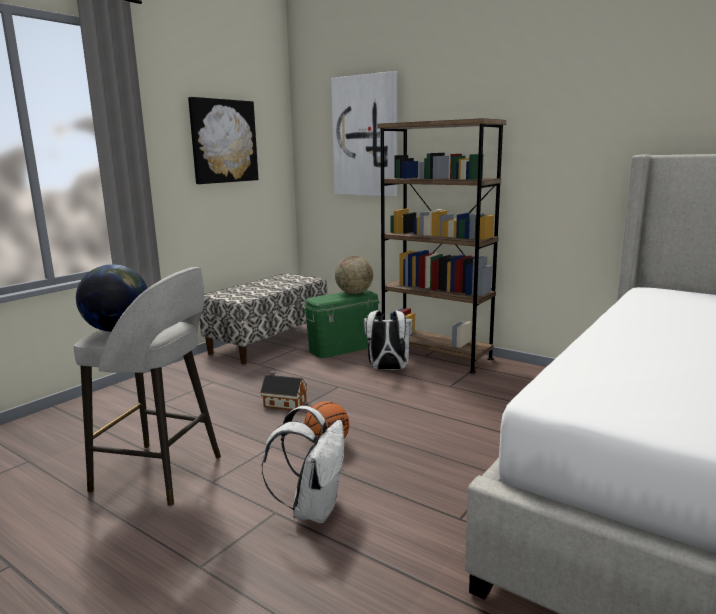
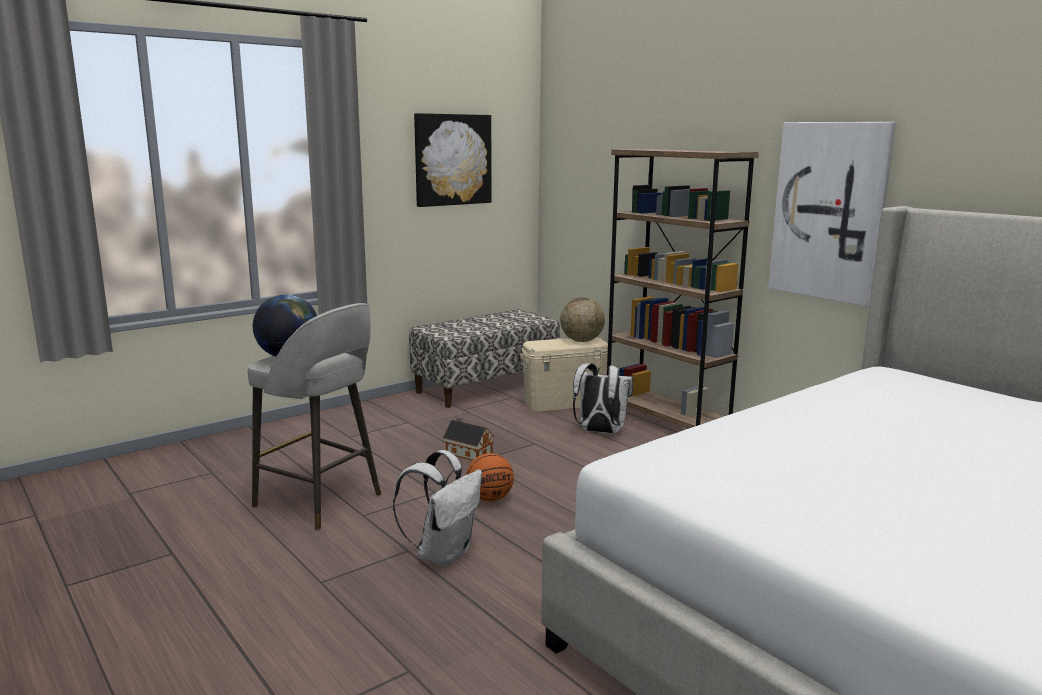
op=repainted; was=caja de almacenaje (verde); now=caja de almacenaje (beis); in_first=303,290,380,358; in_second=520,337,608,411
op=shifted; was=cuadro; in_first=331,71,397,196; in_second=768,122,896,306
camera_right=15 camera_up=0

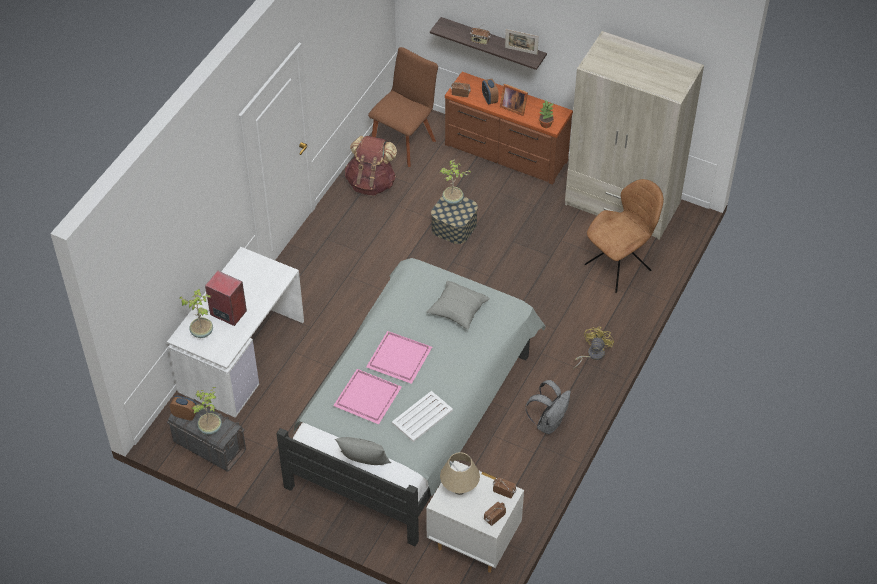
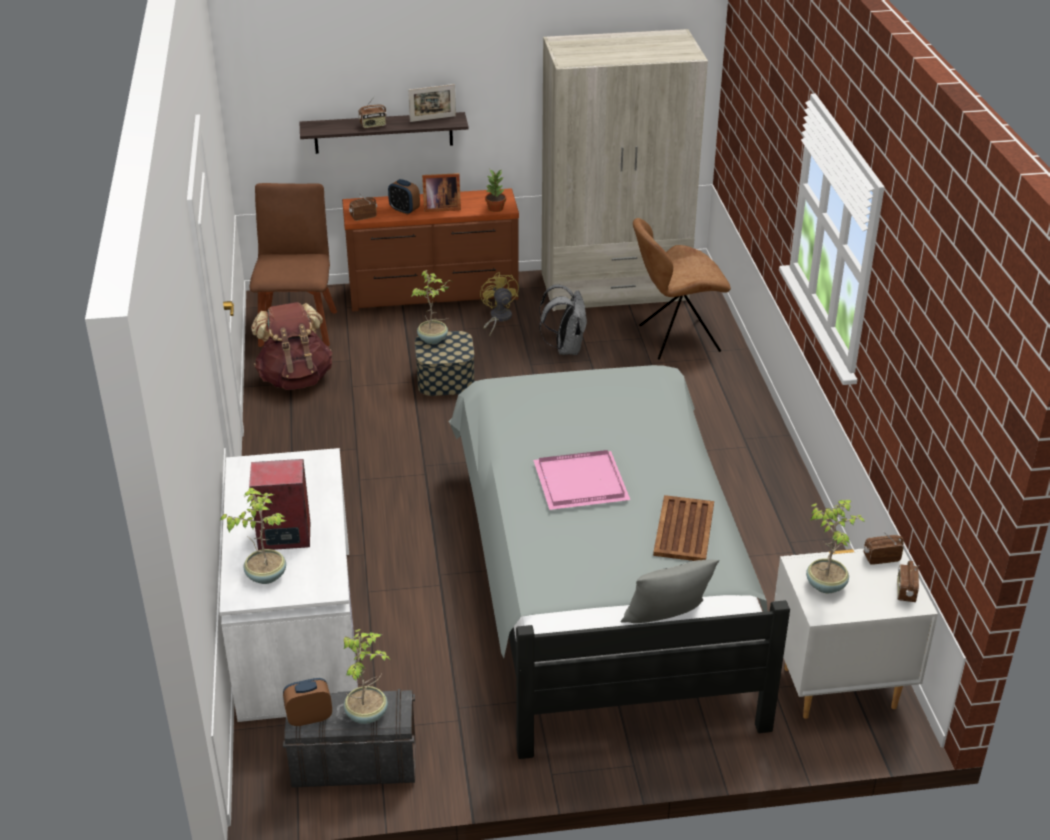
op=gone; was=bandeja (rosa); in_first=333,369,402,424
op=repainted; was=bandeja (blanco); now=bandeja (marrón); in_first=392,391,453,442; in_second=653,495,714,561
op=gone; was=cojín (gris); in_first=427,281,490,330
op=swapped; was=lámpara de mesa (beis); now=planta en maceta; in_first=440,452,480,495; in_second=806,500,865,593
op=shifted; was=mochila (gris); in_first=525,380,571,434; in_second=539,285,587,355
op=shifted; was=ventilador (amarillo); in_first=573,327,614,369; in_second=480,272,519,336
op=rotated; was=silla (marrón); in_first=585,179,664,293; in_second=633,218,731,360; clockwise=-120
camera_right=-35 camera_up=-15

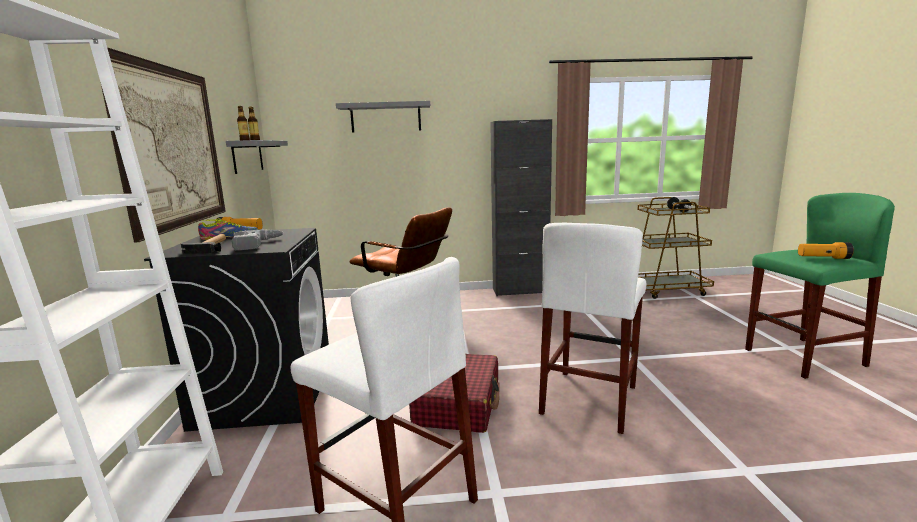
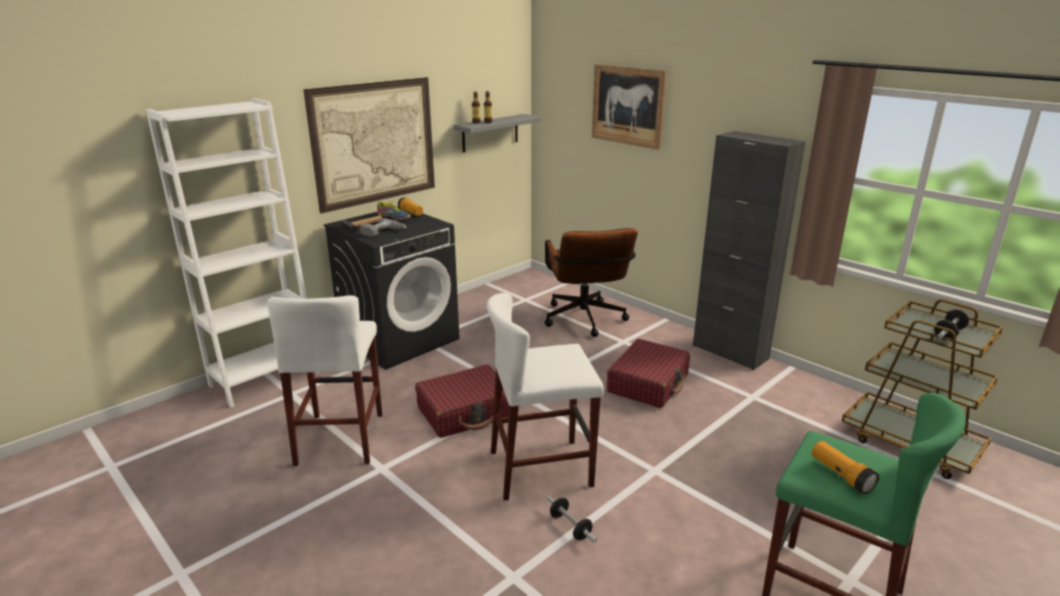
op=swapped; was=estante (gris); now=cuadro; in_first=336,101,430,133; in_second=592,64,667,150
op=new; now=mancuerna; in_second=547,496,597,543
op=new; now=maleta (rojo); in_second=607,339,690,408
camera_right=50 camera_up=10

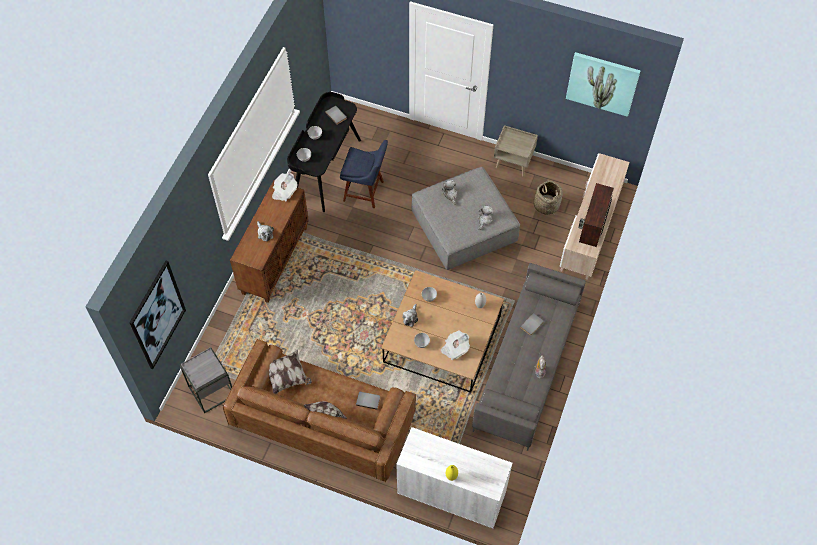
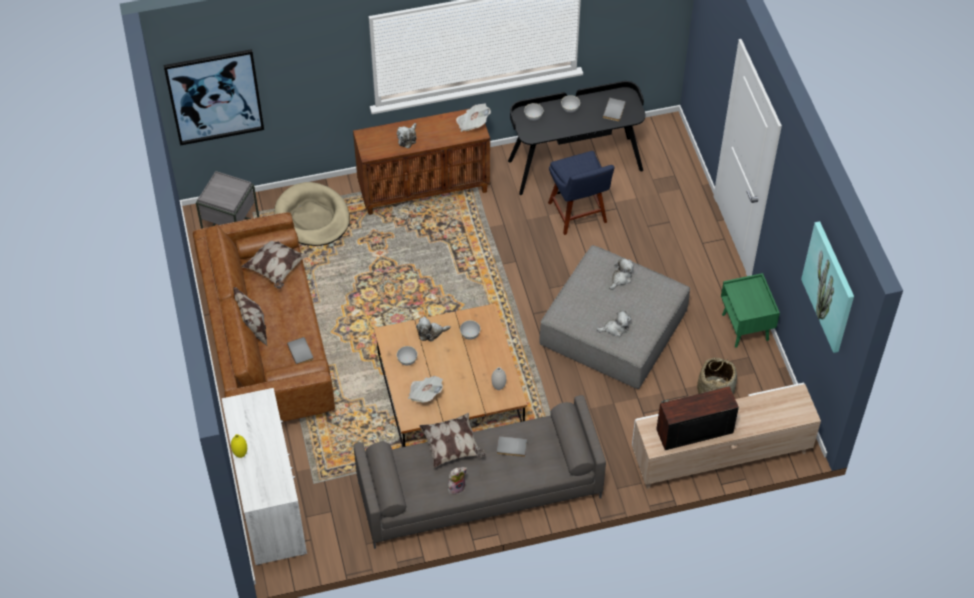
op=repainted; was=mesita de noche (beis); now=mesita de noche (verde); in_first=494,125,538,176; in_second=721,273,780,348
op=new; now=cama para perro (beis); in_second=274,182,350,246
op=new; now=cojín; in_second=419,413,485,468
camera_right=55 camera_up=-5

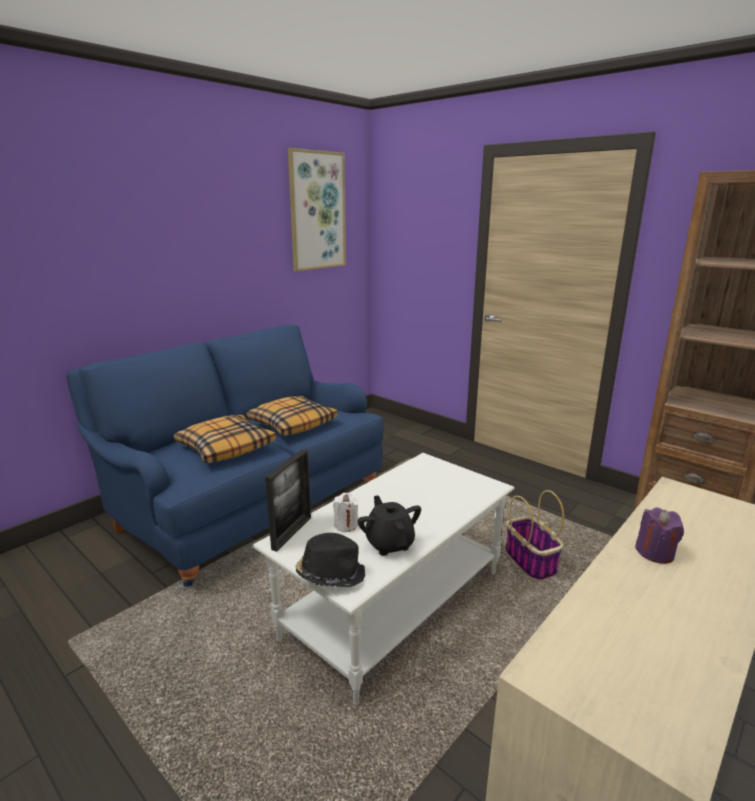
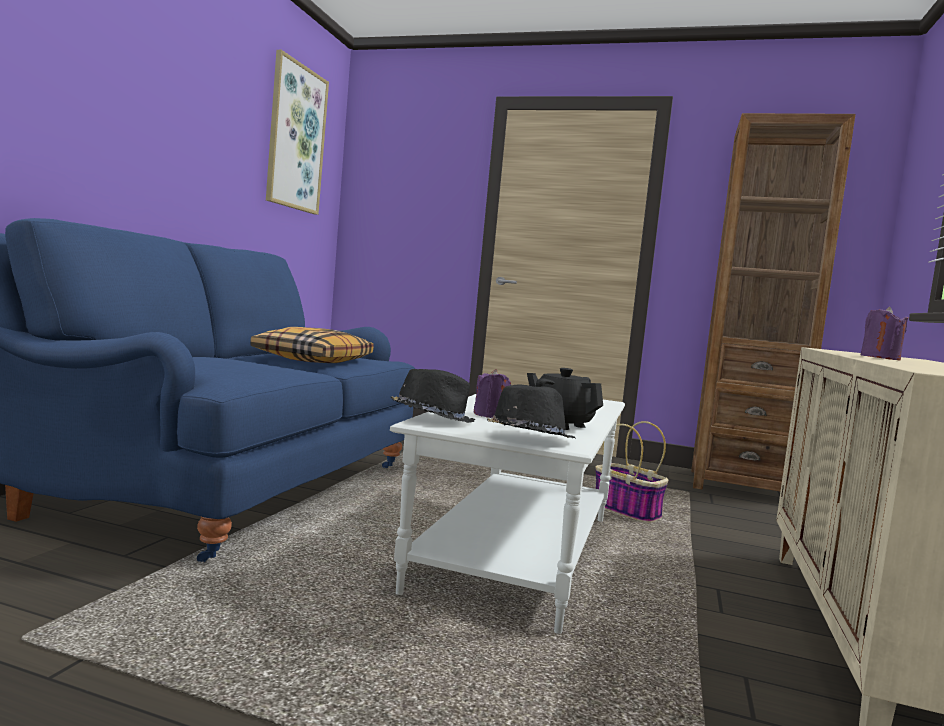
op=gone; was=cojín; in_first=174,414,276,463
op=swapped; was=portarretratos; now=sombrero (negro); in_first=265,449,311,552; in_second=390,369,476,423
op=repainted; was=vela (blanco); now=vela (morado); in_first=333,493,358,532; in_second=474,369,511,418
camera_right=-25 camera_up=-15

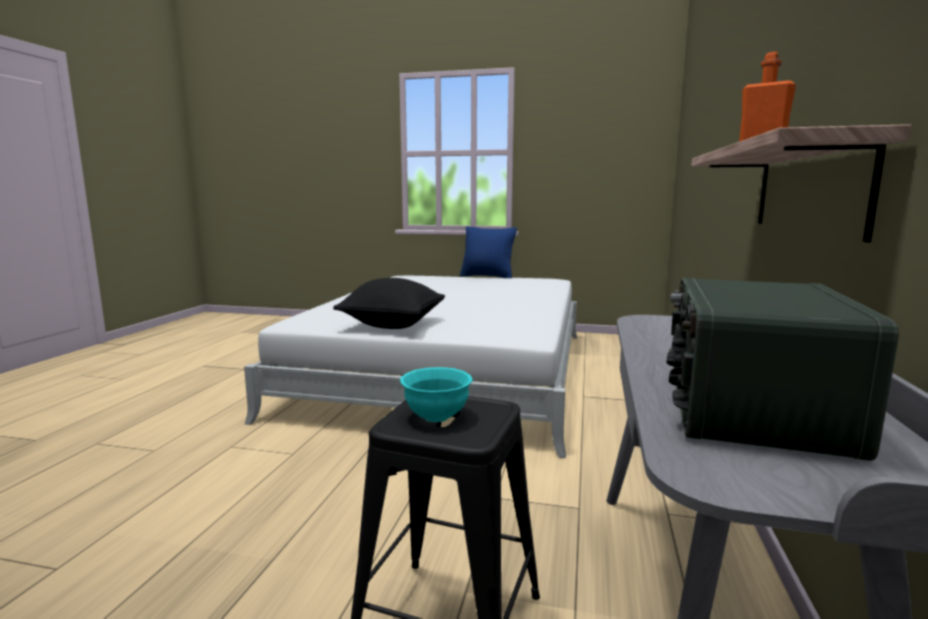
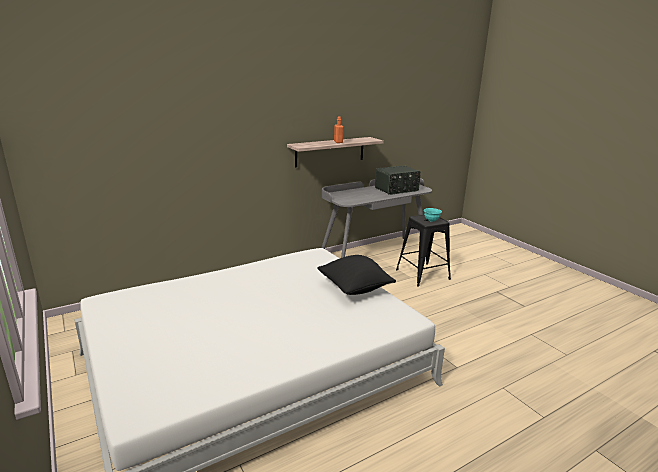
op=gone; was=cojín (azul); in_first=460,226,517,278
camera_right=-135 camera_up=10

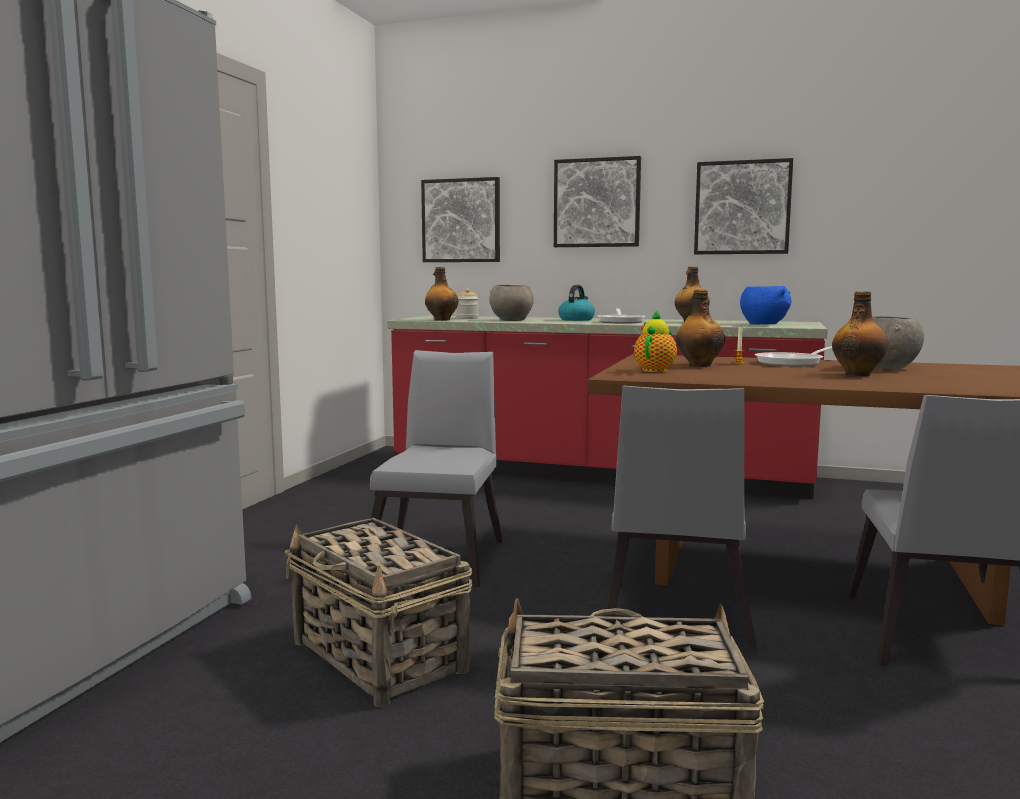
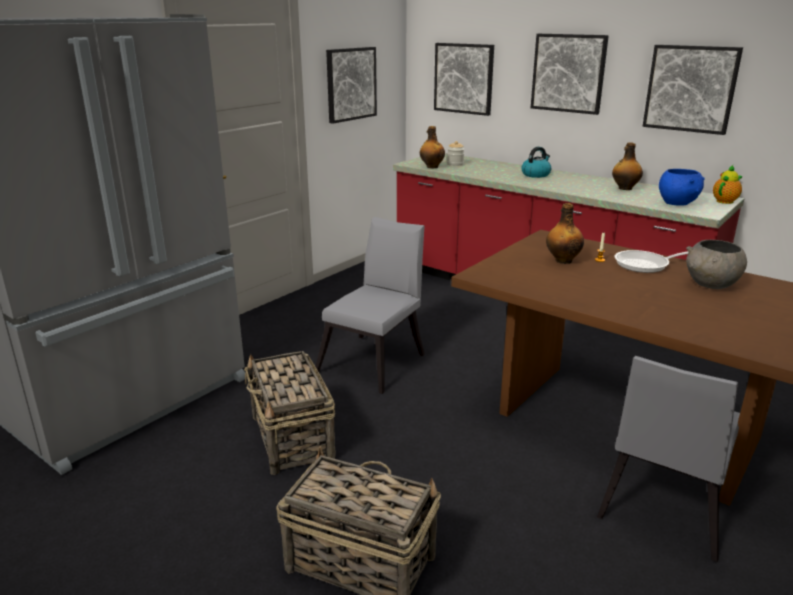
op=gone; was=cuenco (gris); in_first=489,285,534,321
op=gone; was=sartén; in_first=598,308,646,323
op=gone; was=silla (gris); in_first=606,386,757,648
op=shifted; was=tetera; in_first=634,309,677,372; in_second=713,165,742,204
op=gone; was=botella; in_first=832,291,888,376
op=new; now=cuadro; in_second=326,47,377,124
camera_right=20 camera_up=15

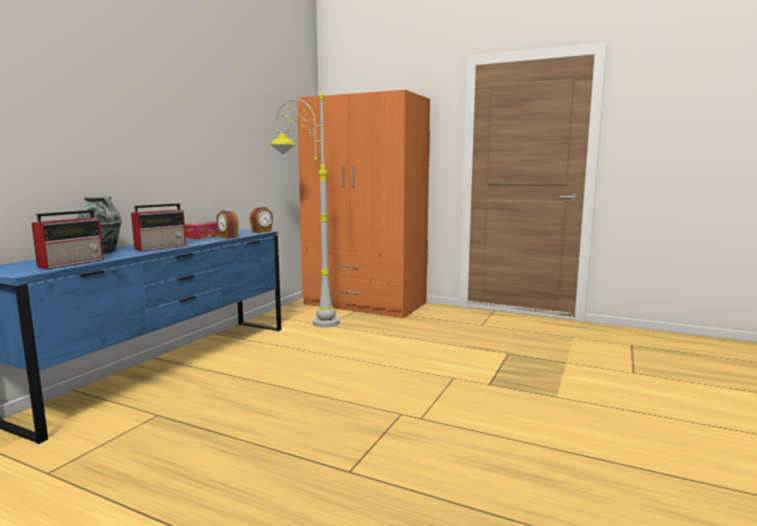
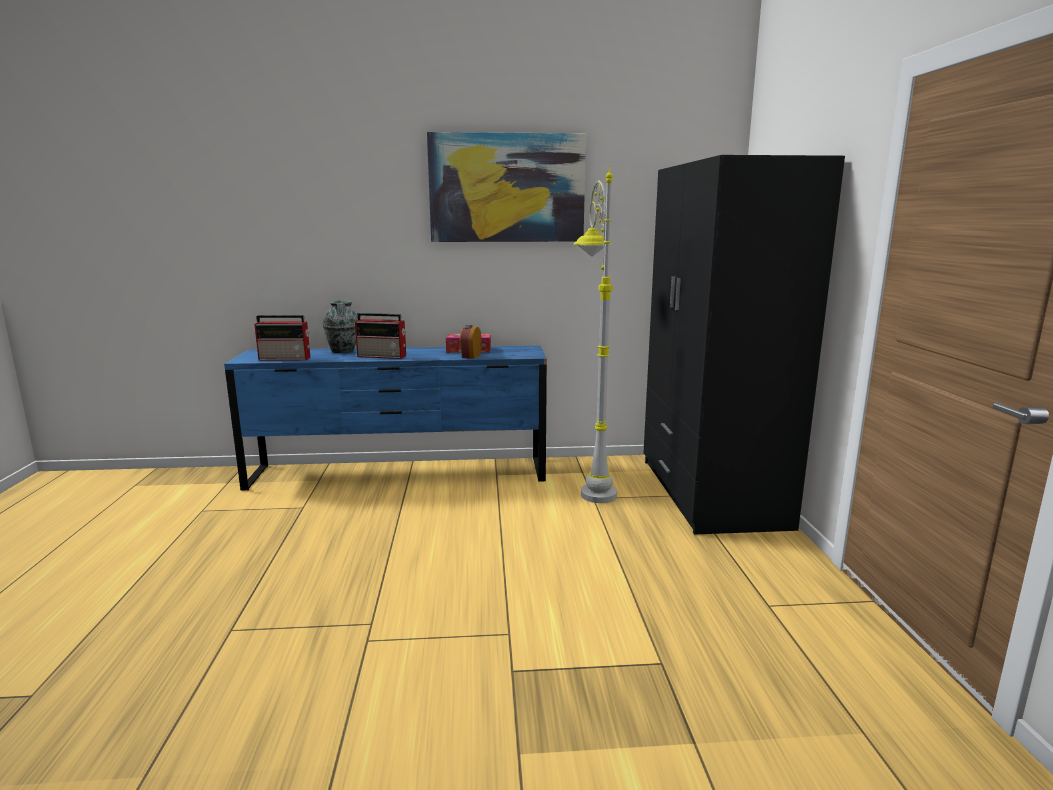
op=gone; was=despertador; in_first=250,207,273,233
op=repainted; was=armario ropero (naranja); now=armario ropero (negro); in_first=297,90,430,318; in_second=644,155,845,535
op=new; now=cuadro; in_second=427,132,586,242
camera_right=60 camera_up=5

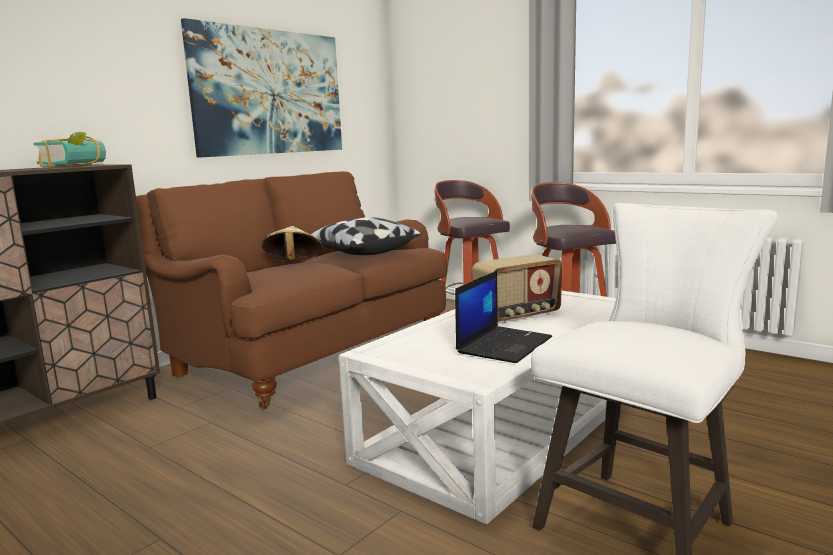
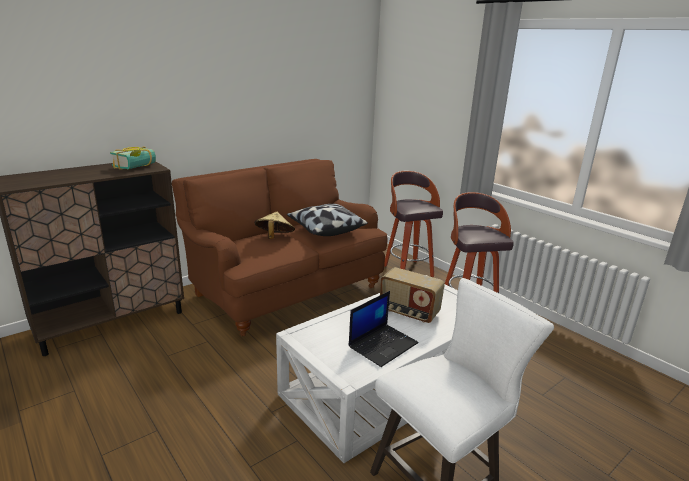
op=gone; was=cuadro; in_first=181,18,342,158
op=rotated; was=radio; in_first=472,254,562,324; in_second=380,267,445,323; clockwise=45
camera_right=10 camera_up=10

